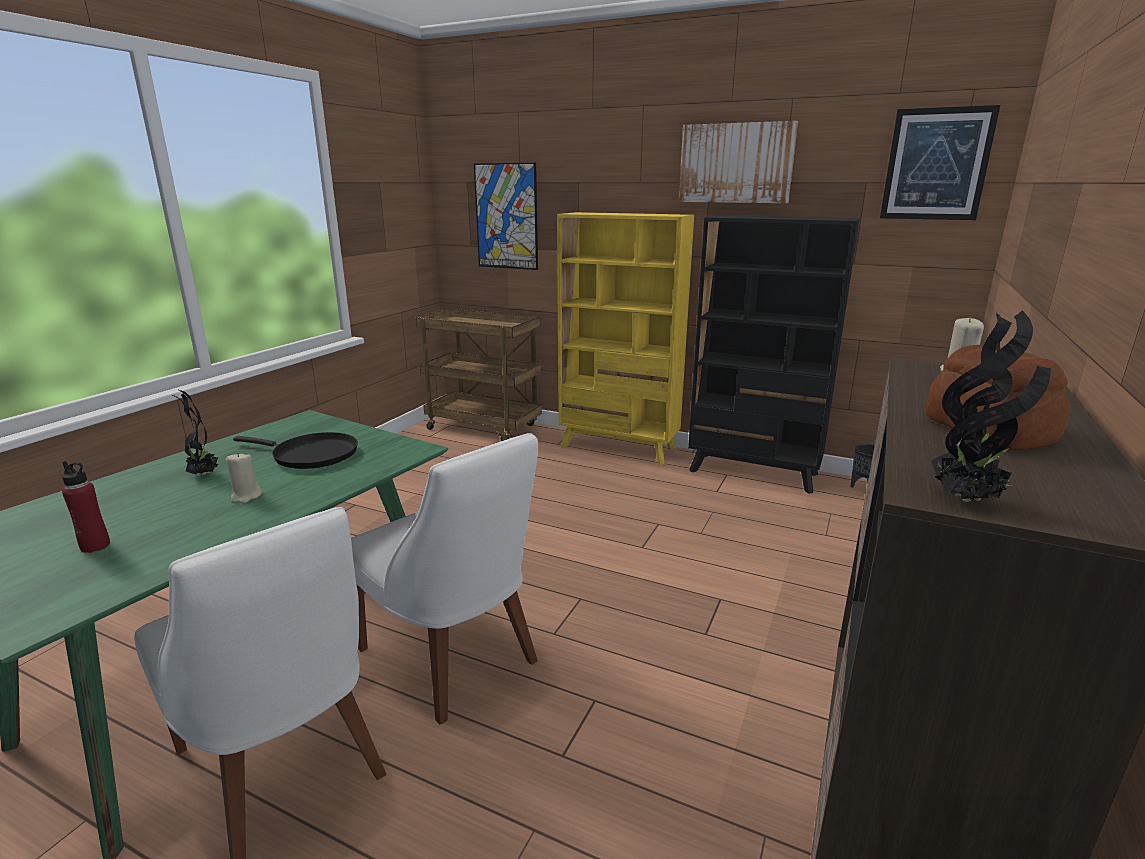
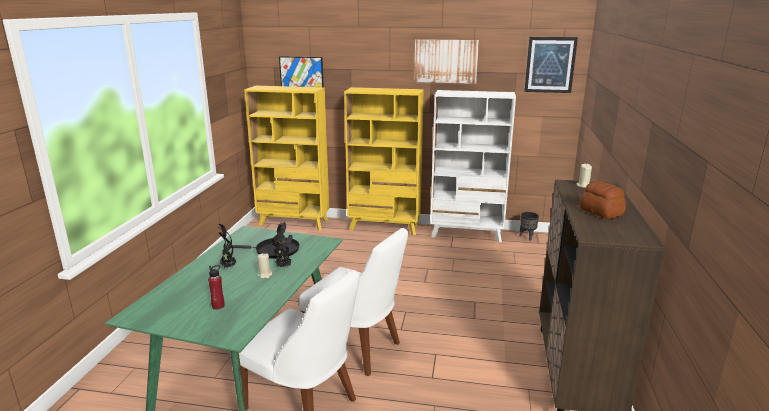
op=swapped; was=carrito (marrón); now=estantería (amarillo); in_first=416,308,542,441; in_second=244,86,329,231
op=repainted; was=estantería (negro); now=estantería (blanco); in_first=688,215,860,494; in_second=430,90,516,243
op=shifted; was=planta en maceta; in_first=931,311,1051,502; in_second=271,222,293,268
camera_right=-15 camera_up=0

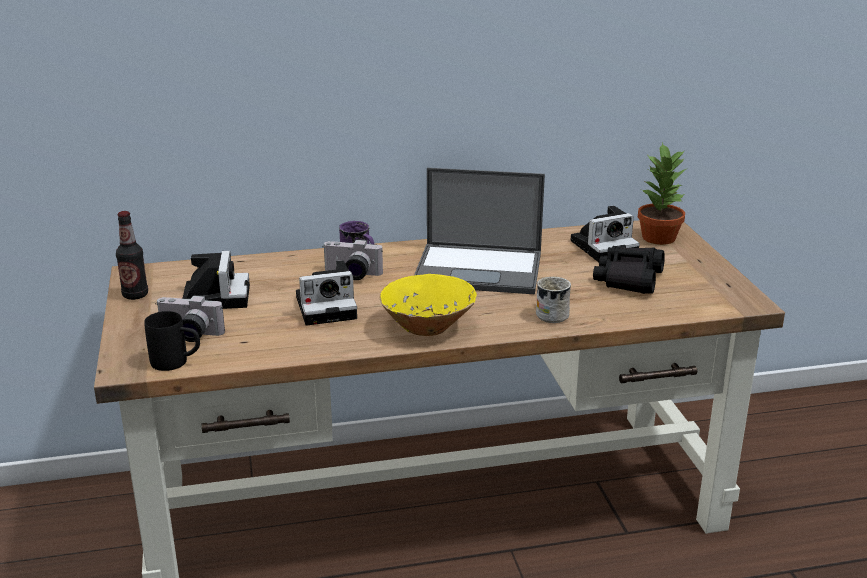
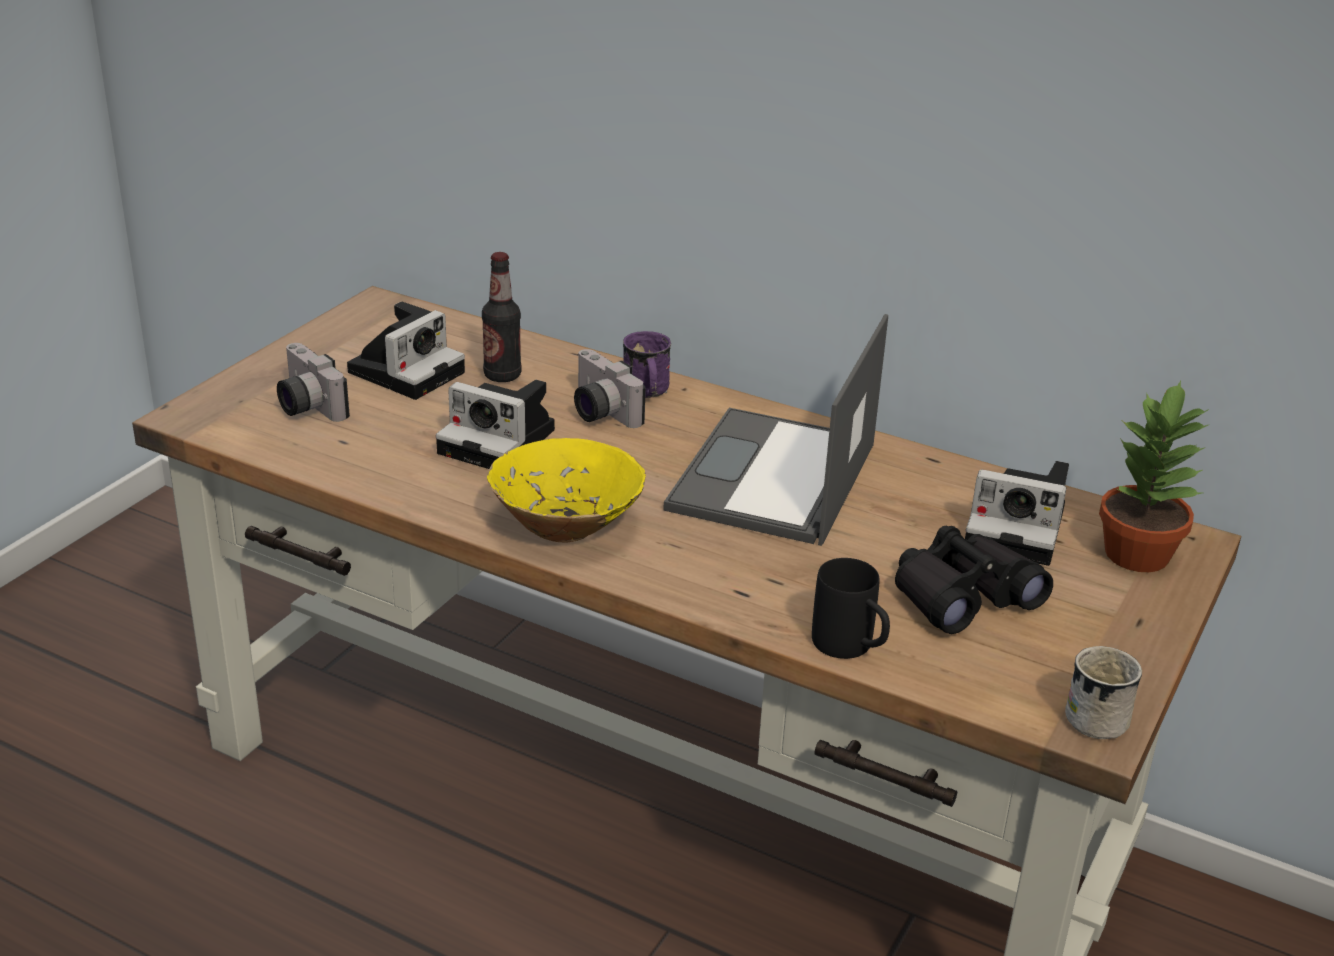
op=shifted; was=botella; in_first=116,211,148,300; in_second=482,252,522,382
op=shifted; was=taza grande (negro); in_first=144,311,200,371; in_second=812,558,890,659
op=rotated; was=portátil; in_first=414,168,545,294; in_second=663,314,888,546; clockwise=60
op=shifted; was=taza grande (blanco); in_first=536,277,571,323; in_second=1065,646,1142,739
camera_right=40 camera_up=5

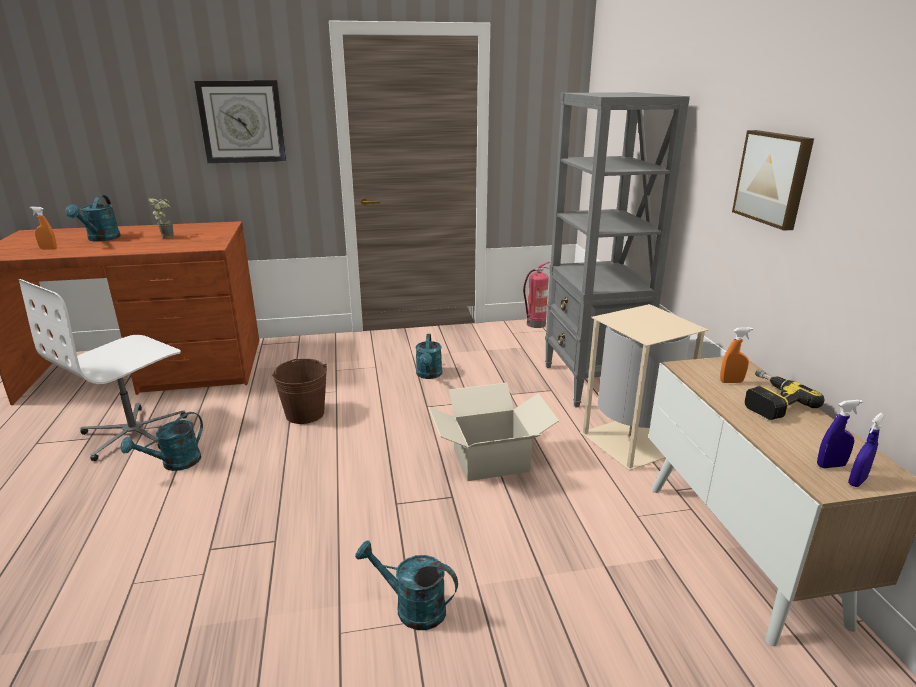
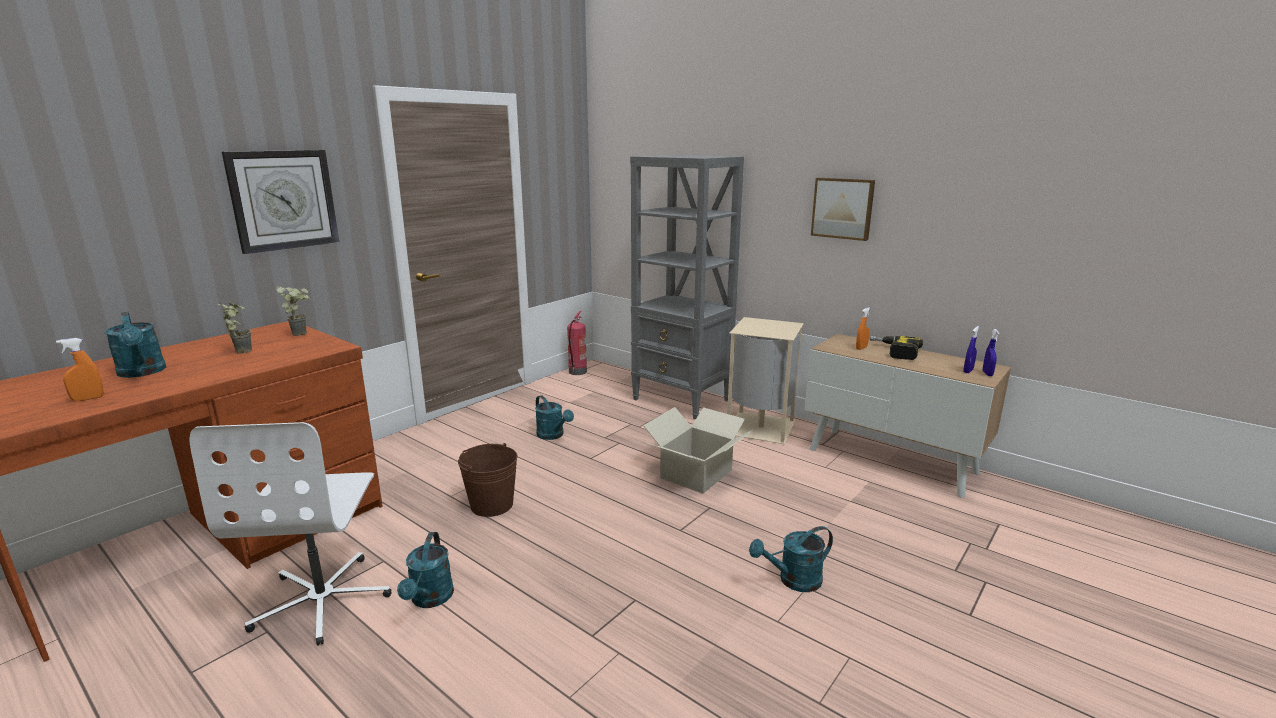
op=new; now=planta en maceta; in_second=276,287,310,336
camera_right=-40 camera_up=-5

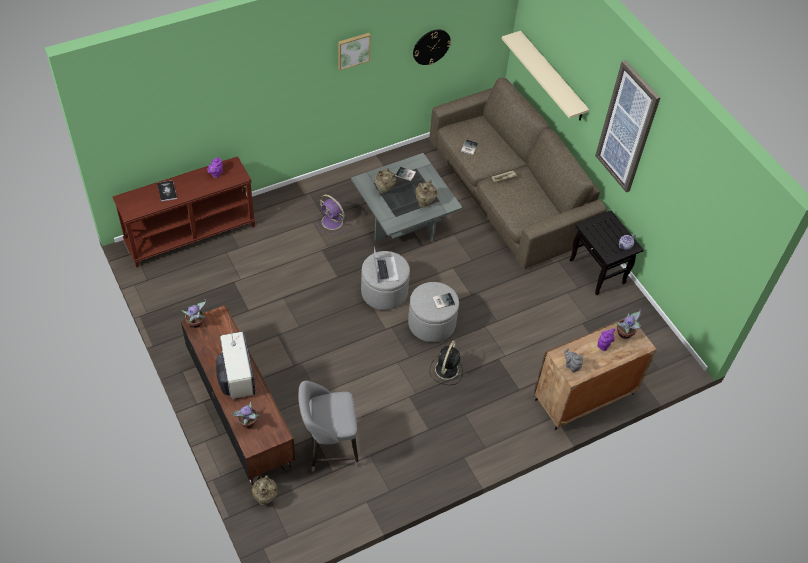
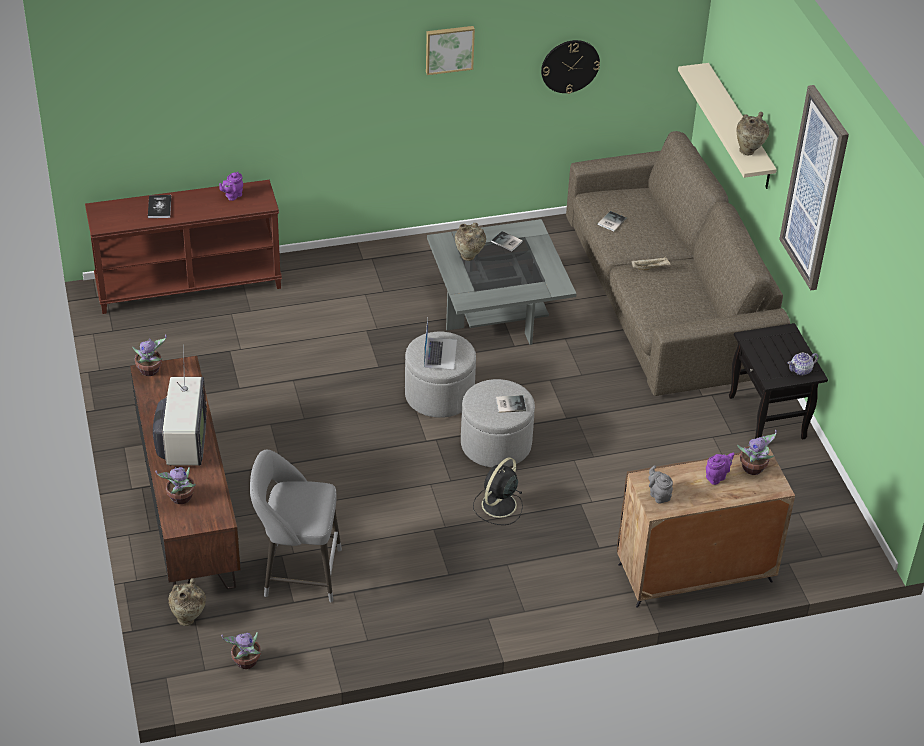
op=gone; was=ventilador (morado); in_first=317,195,349,234
op=shifted; was=florero (beis); in_first=415,179,437,207; in_second=736,112,770,155
op=new; now=planta en maceta; in_second=221,632,261,669
camera_right=15 camera_up=-10

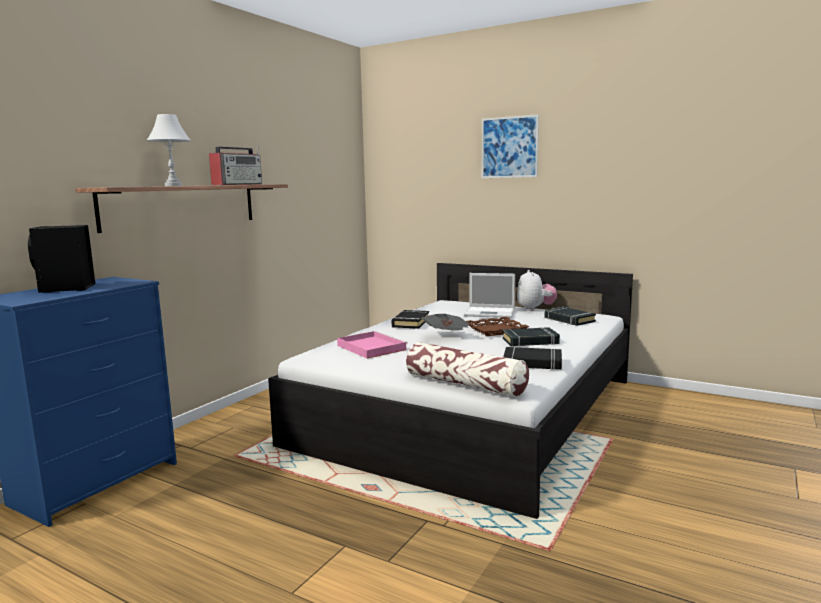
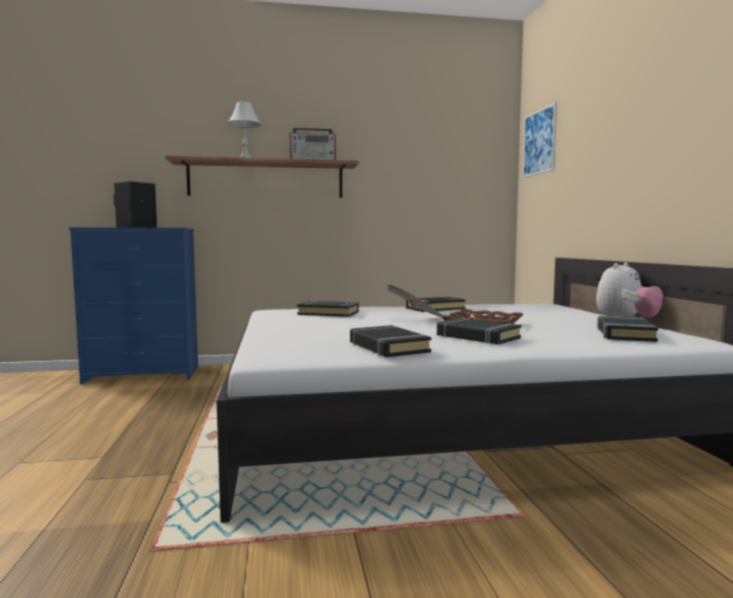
op=swapped; was=bandeja (rosa); now=libro (negro); in_first=337,331,408,359; in_second=297,301,359,317
op=gone; was=cojín; in_first=406,342,529,397
op=gone; was=portátil; in_first=464,273,515,318
op=shifted; was=cuadro; in_first=482,114,539,178; in_second=523,102,557,178
camera_right=50 camera_up=-5

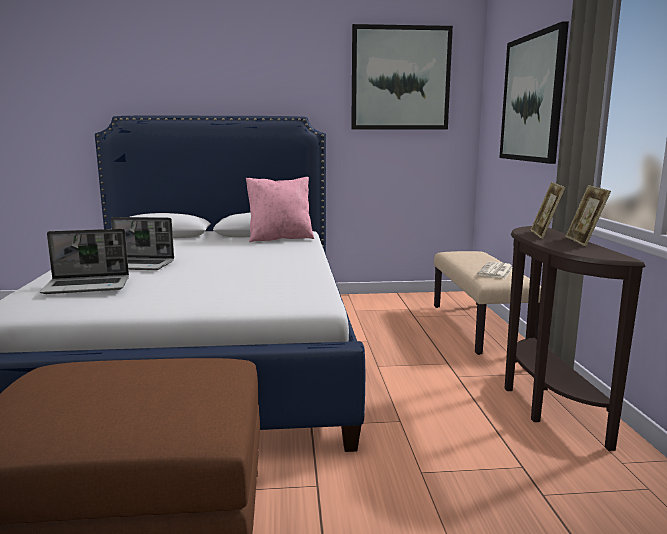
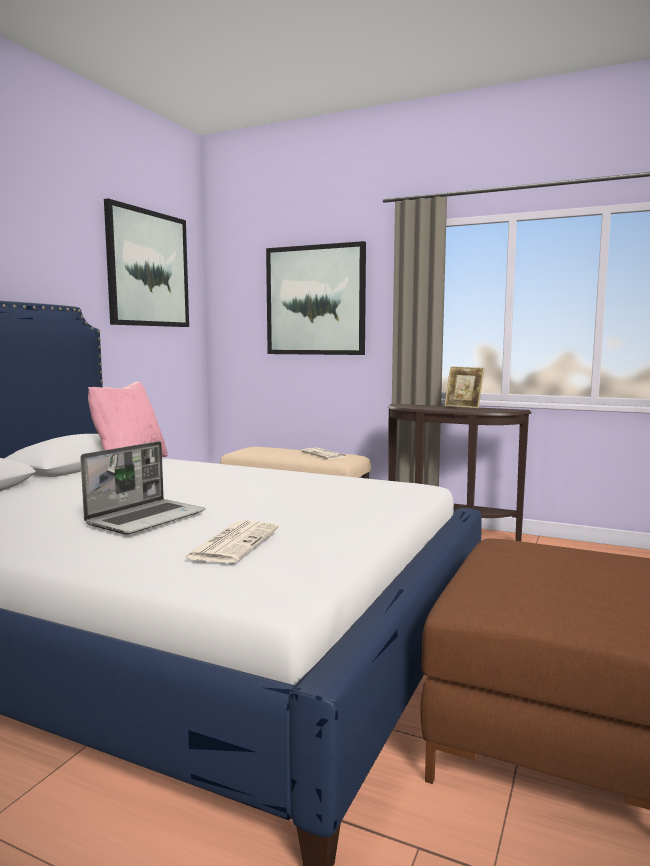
op=swapped; was=portátil; now=periódico; in_first=39,229,129,294; in_second=184,521,279,563
op=gone; was=portarretratos; in_first=530,182,566,239
camera_right=-60 camera_up=-5

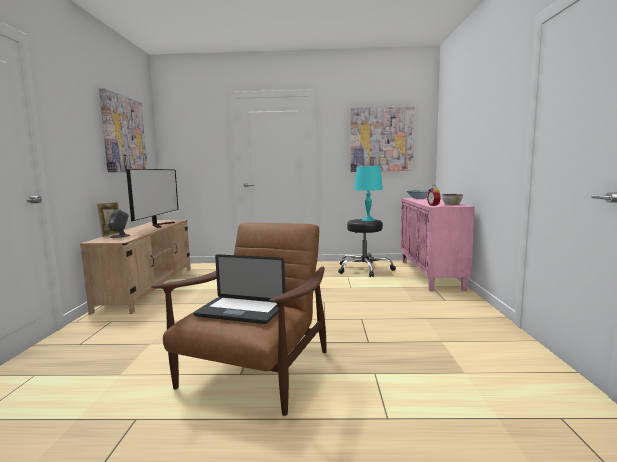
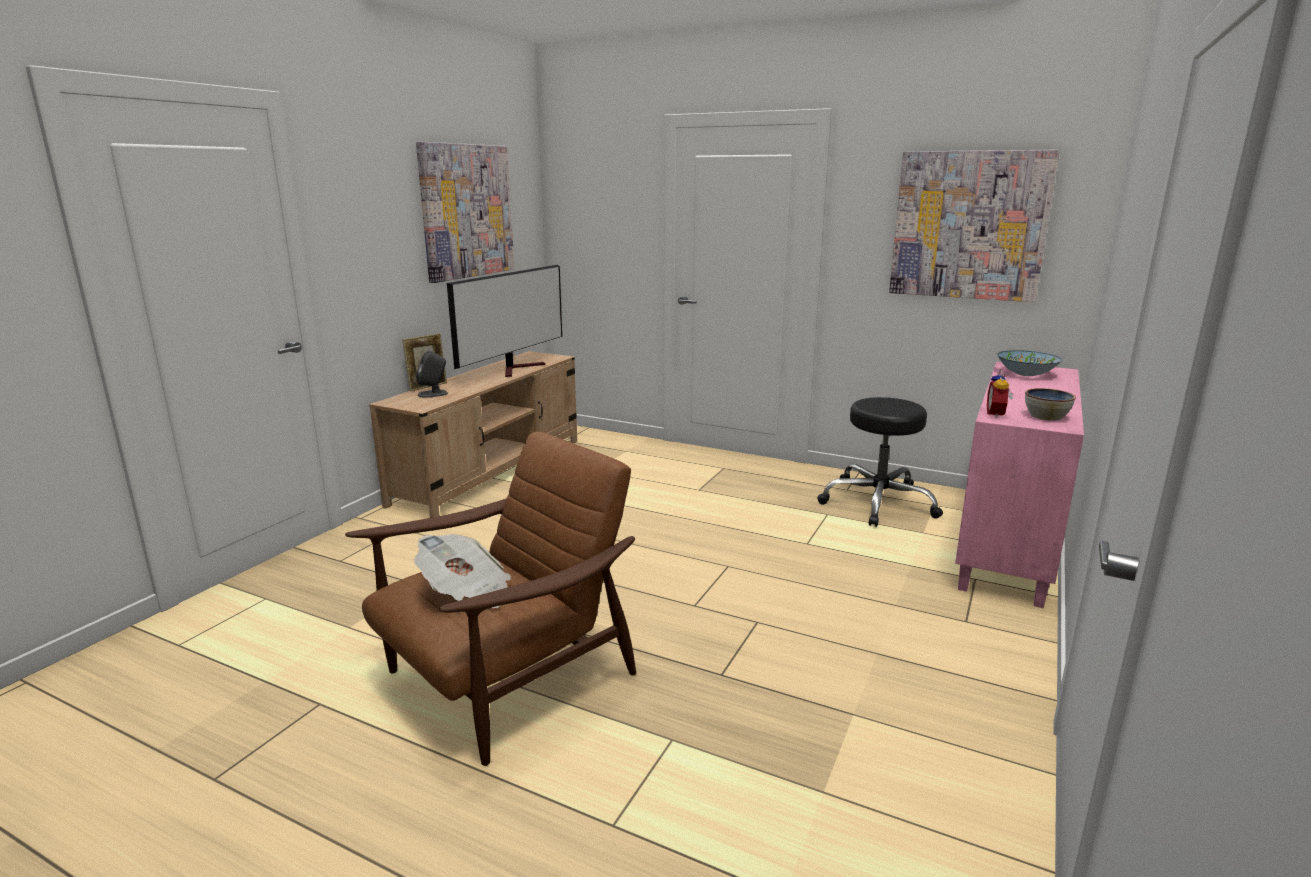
op=swapped; was=portátil; now=periódico; in_first=194,254,285,324; in_second=414,534,511,608
op=gone; was=lámpara de mesa (turquesa); in_first=354,166,383,221
camera_right=25 camera_up=10

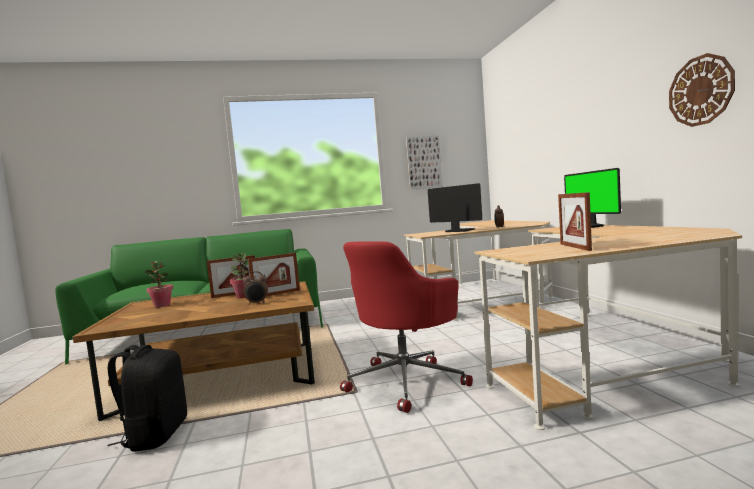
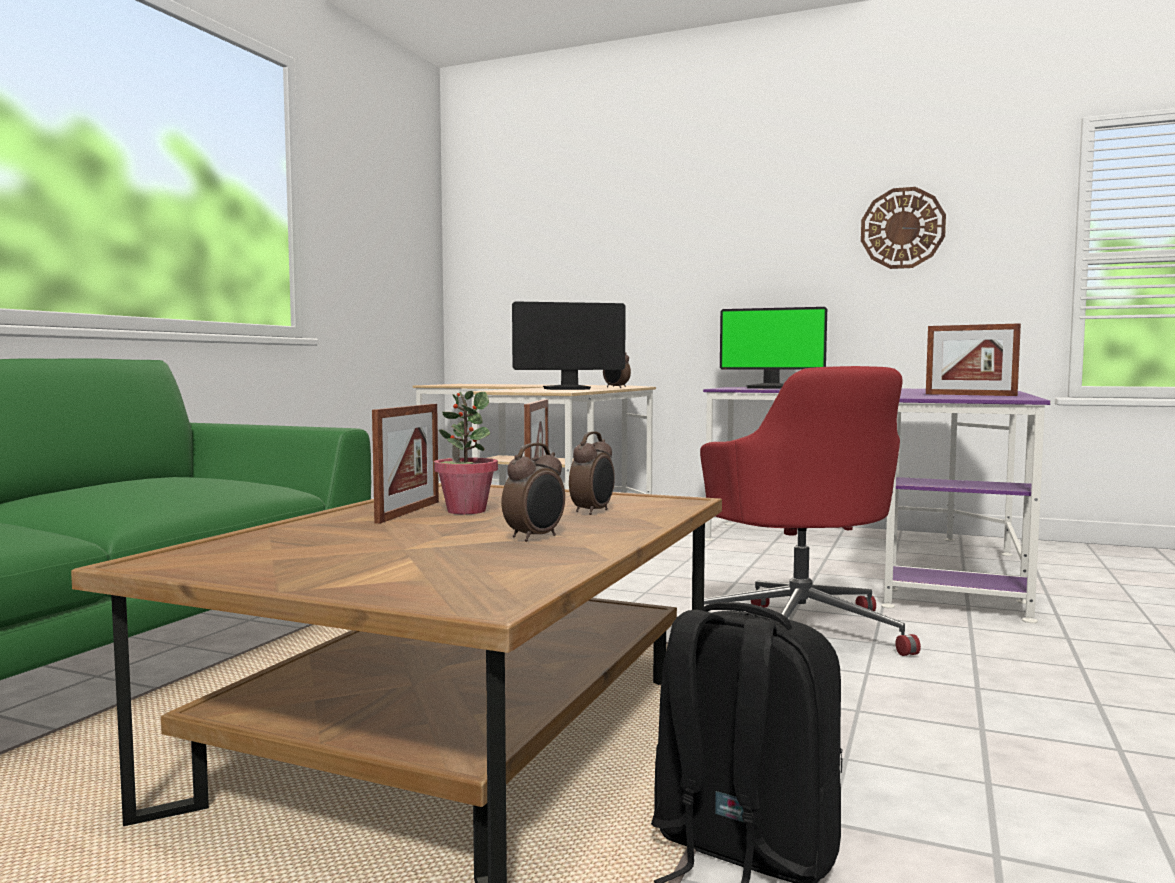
op=gone; was=planta en maceta; in_first=144,261,173,308
op=gone; was=cuadro; in_first=406,135,443,190
op=repainted; was=escritorio (beis); now=escritorio (morado); in_first=475,225,742,430; in_second=703,387,1050,623
op=new; now=despertador; in_second=501,443,565,542
camera_right=-55 camera_up=0

